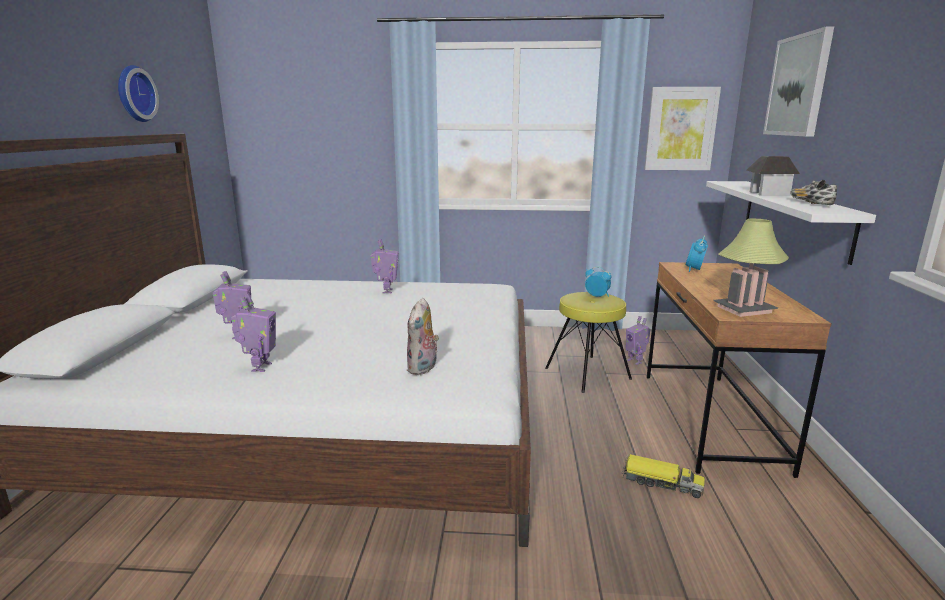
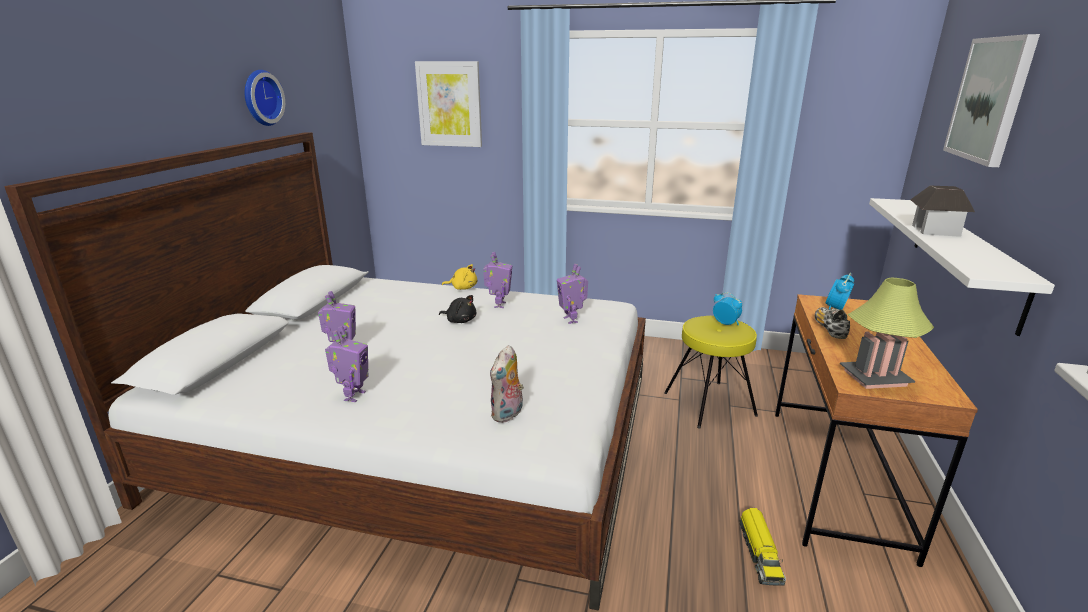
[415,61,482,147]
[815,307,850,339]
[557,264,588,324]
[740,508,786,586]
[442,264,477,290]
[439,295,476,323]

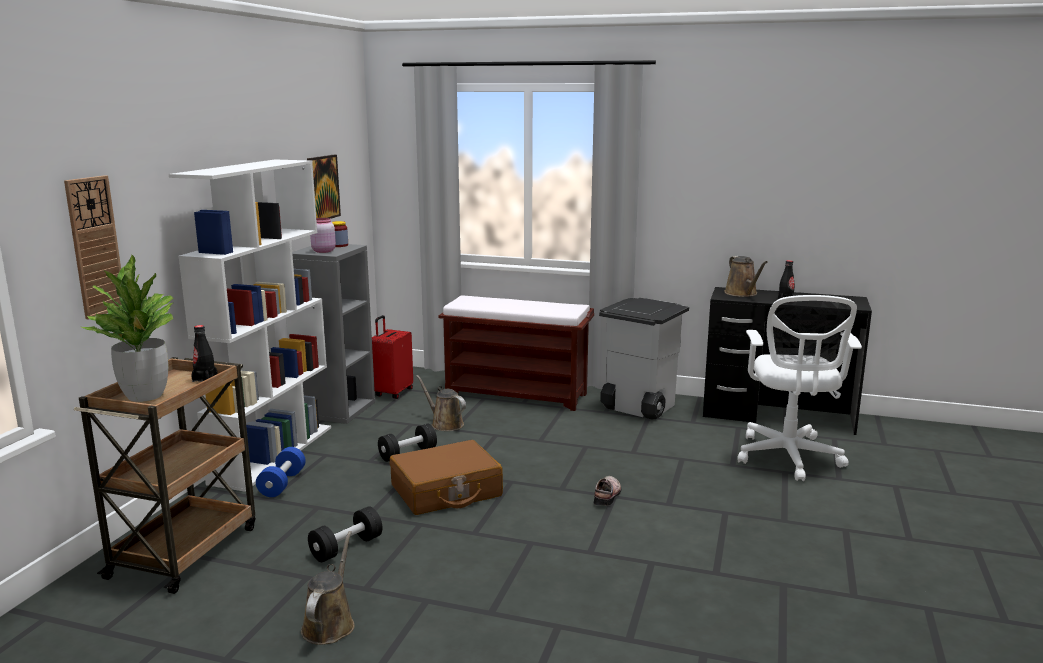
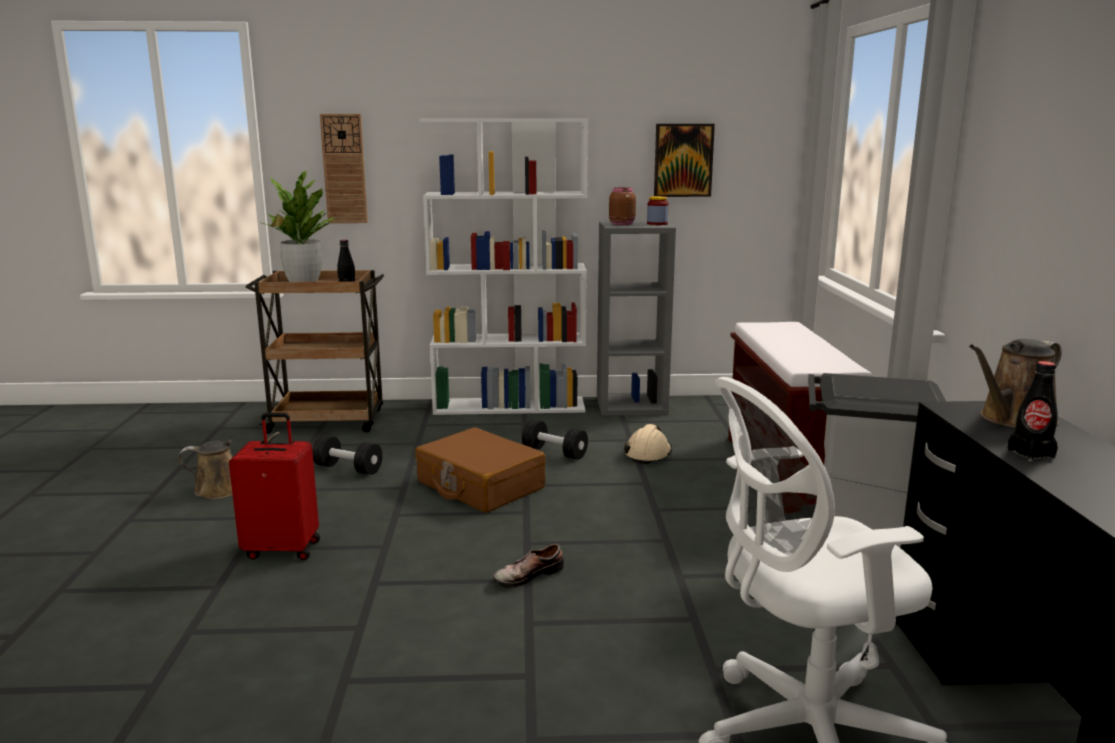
[609,187,636,225]
[229,413,320,560]
[624,424,672,464]
[256,447,306,497] (first image)
[493,544,564,588]

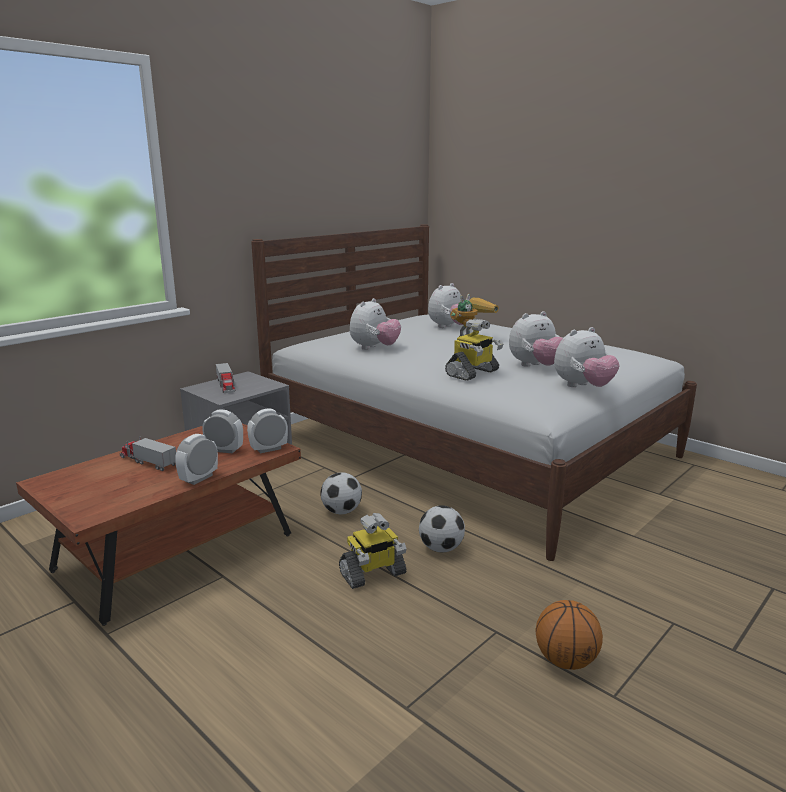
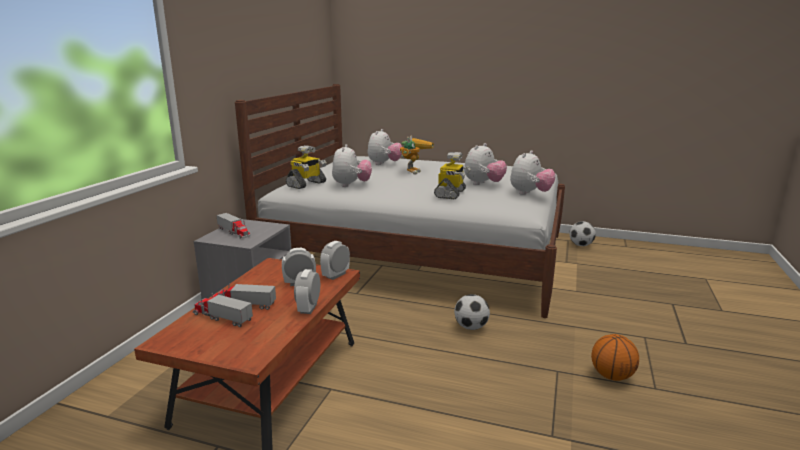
[569,221,596,246]
[286,145,327,189]
[193,293,253,327]

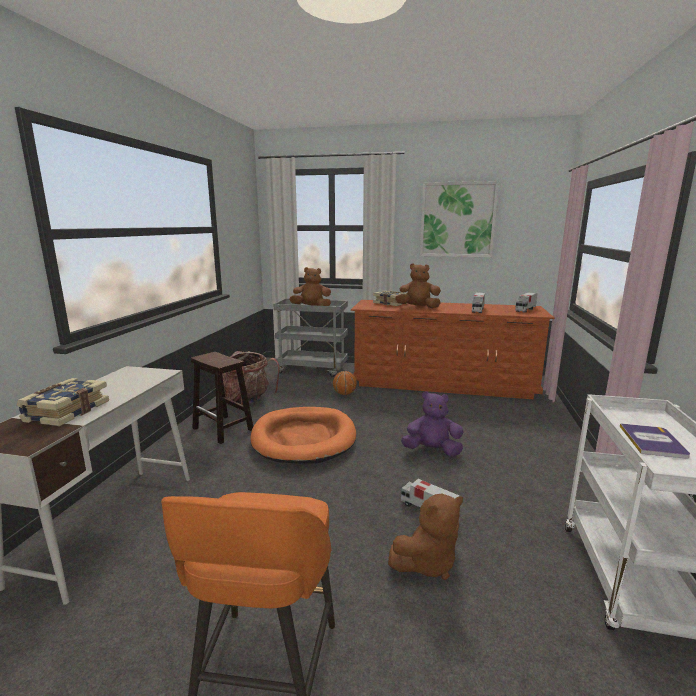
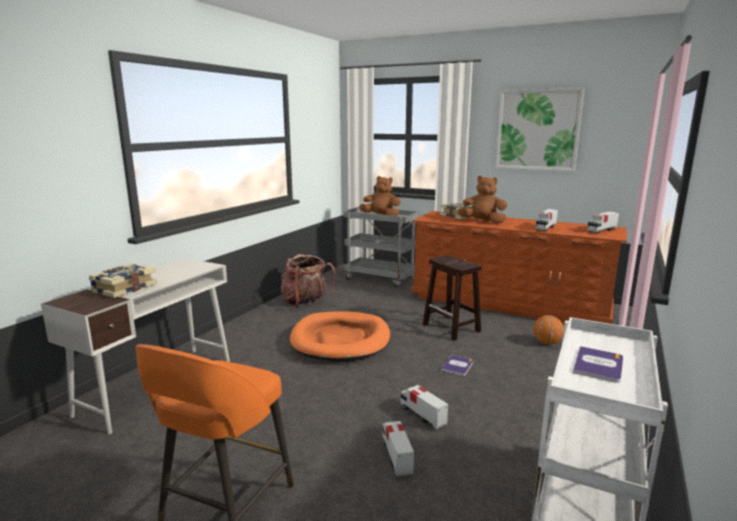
[423,255,482,341]
[533,315,564,345]
[441,355,473,376]
[382,421,414,477]

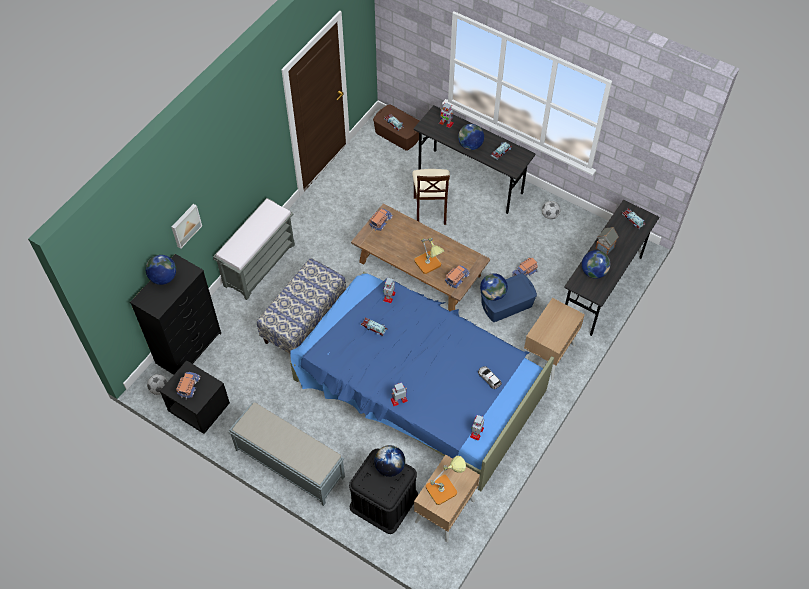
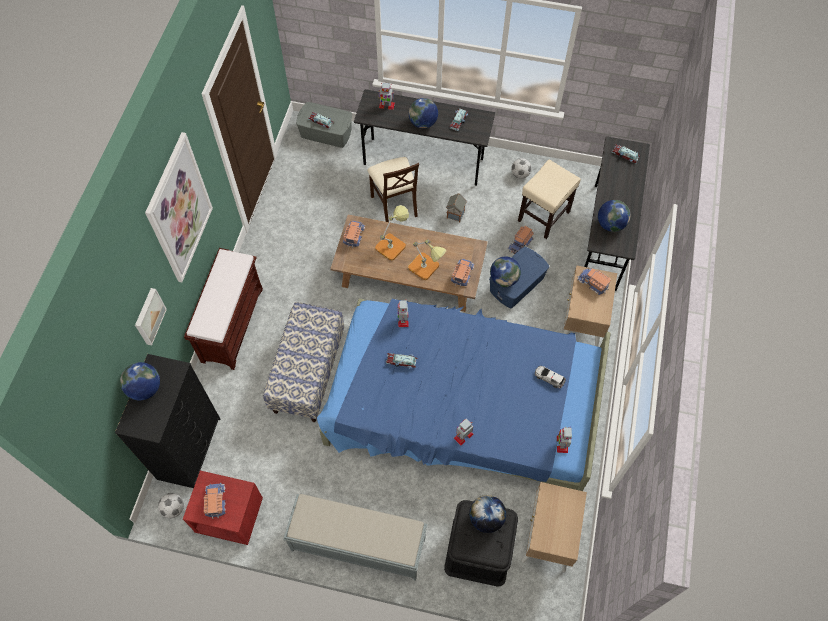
[296,102,352,148]
[184,248,263,370]
[446,193,467,223]
[183,471,263,545]
[375,205,409,261]
[145,132,213,282]
[518,160,581,239]
[577,268,611,295]

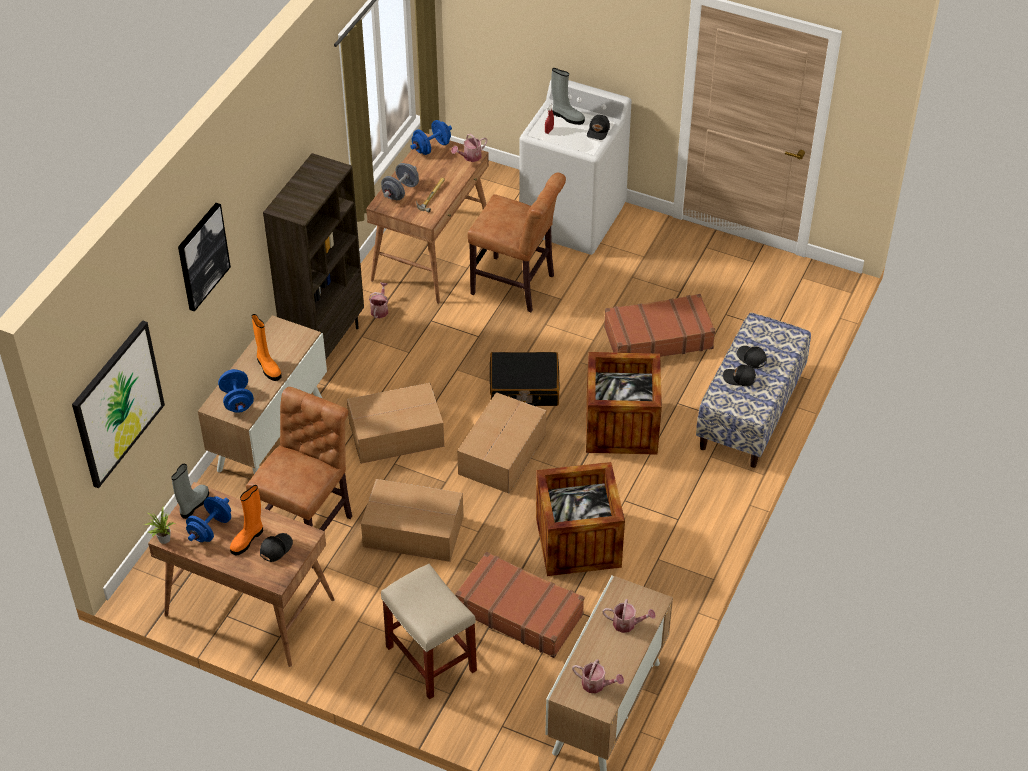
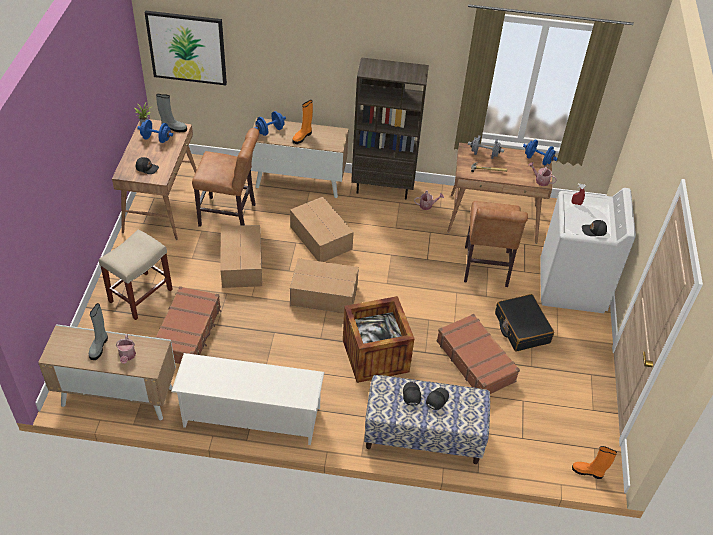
[89,303,108,360]
[178,203,231,312] (first image)
[495,294,554,352]
[536,462,625,576] (first image)
[572,446,617,479]
[572,659,624,693] (first image)
[171,353,324,445]

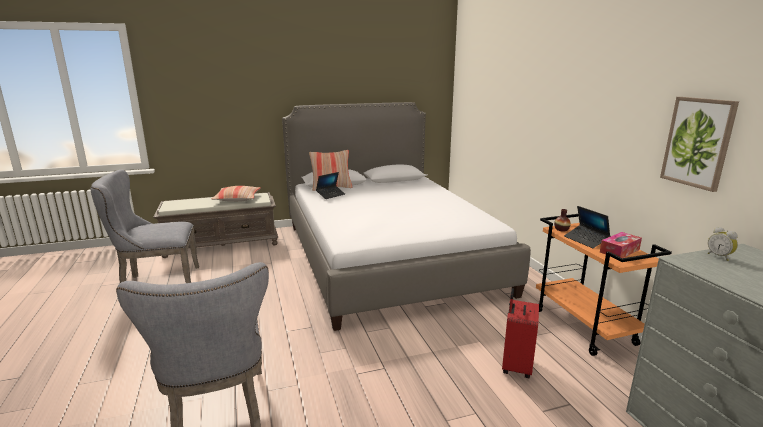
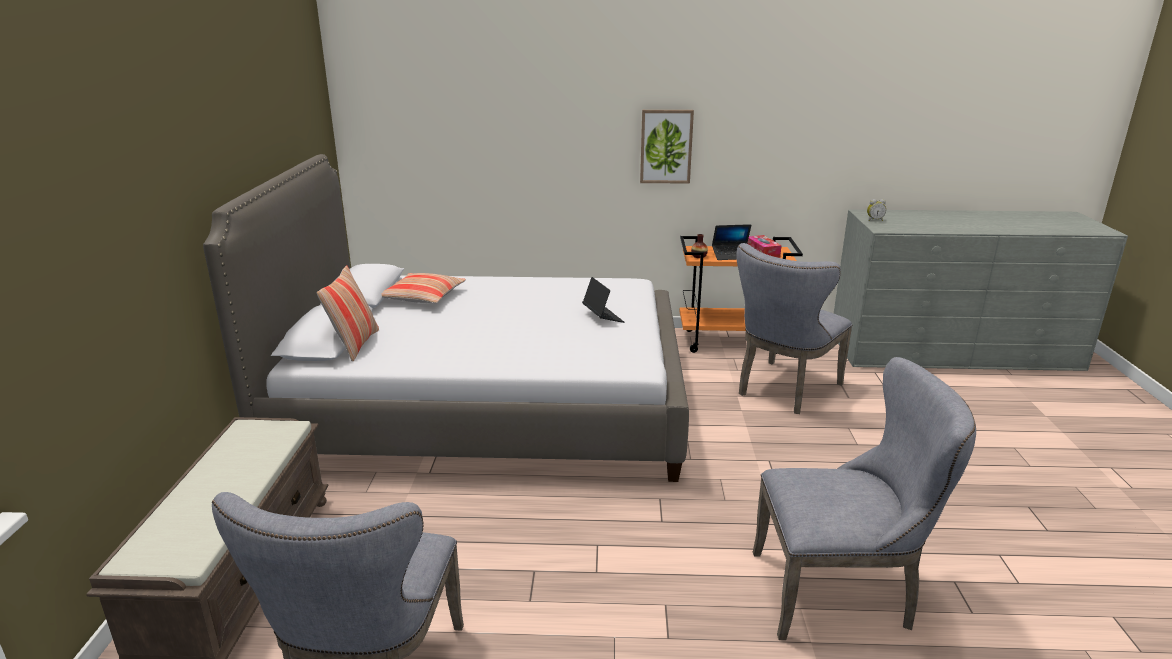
[640,110,694,184]
[582,277,624,323]
[381,273,466,303]
[736,243,853,414]

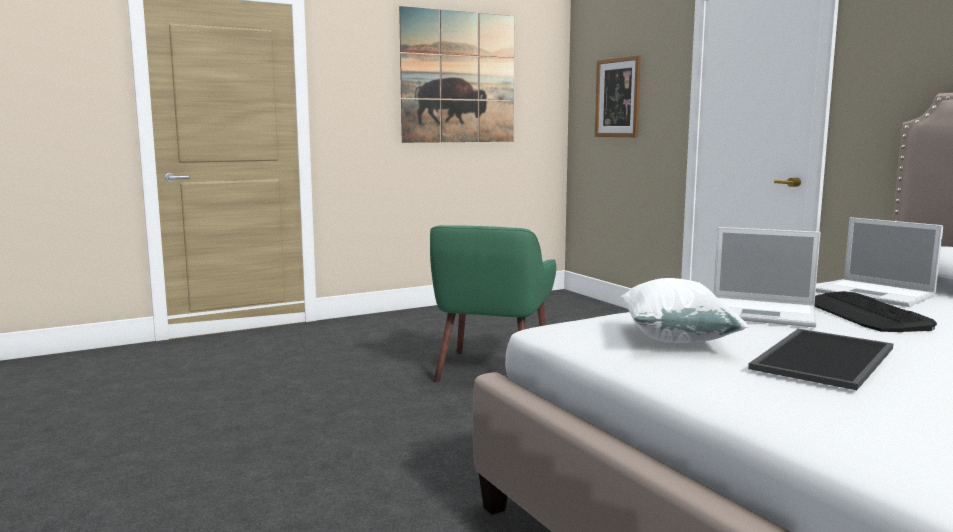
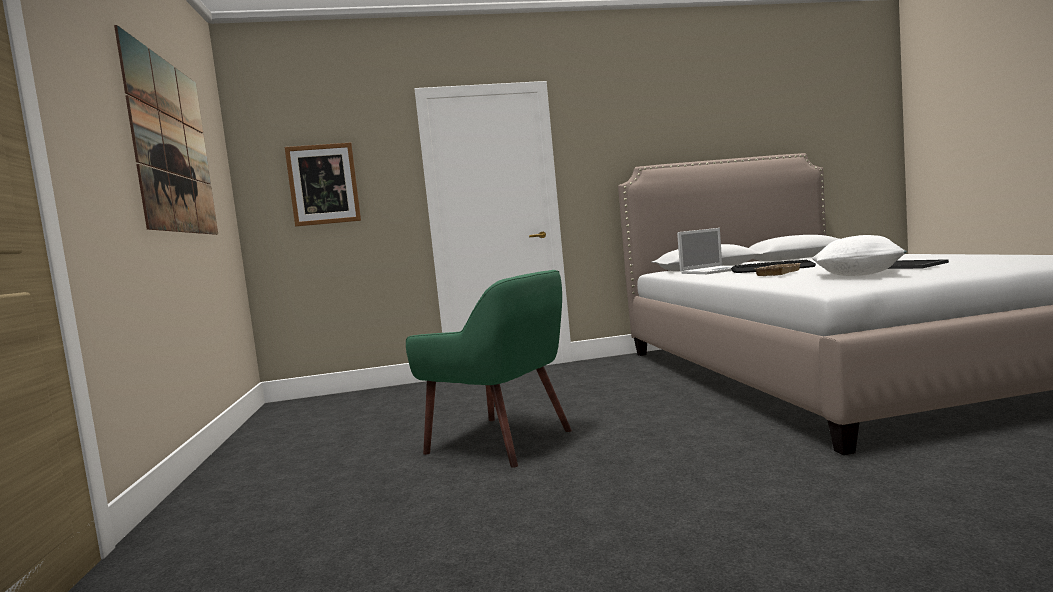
[755,263,801,276]

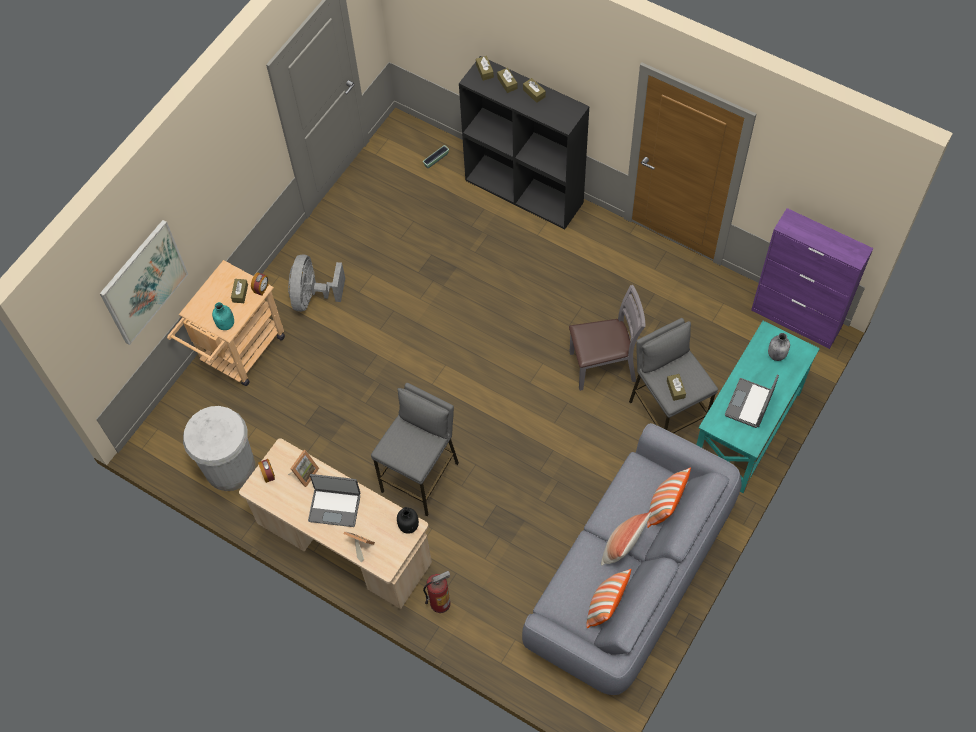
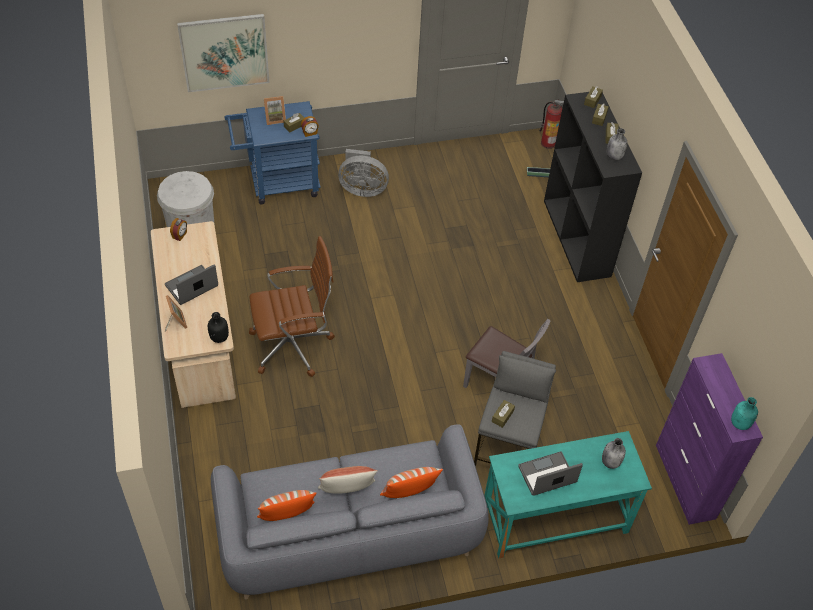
[338,149,389,197]
[224,101,321,204]
[731,397,758,430]
[249,236,335,377]
[264,96,286,125]
[165,264,218,305]
[540,99,564,149]
[607,128,627,160]

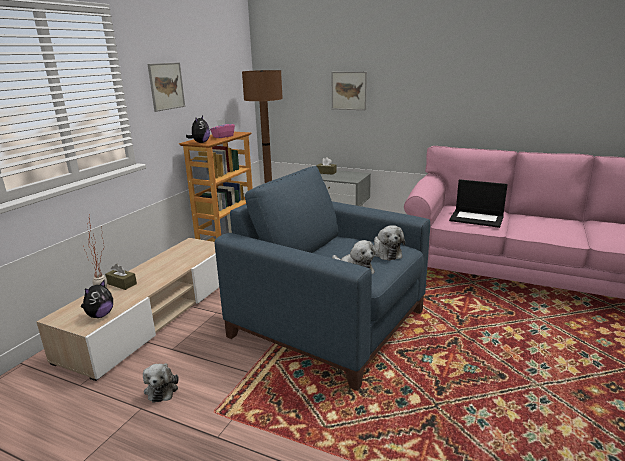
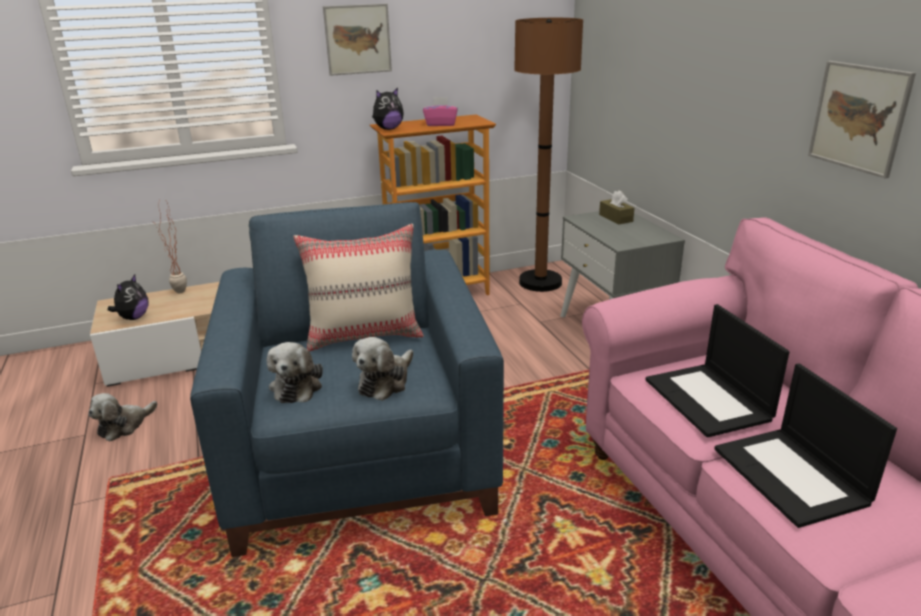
[808,61,916,179]
[105,264,137,290] (first image)
[108,274,148,320]
[293,224,424,352]
[714,363,897,528]

